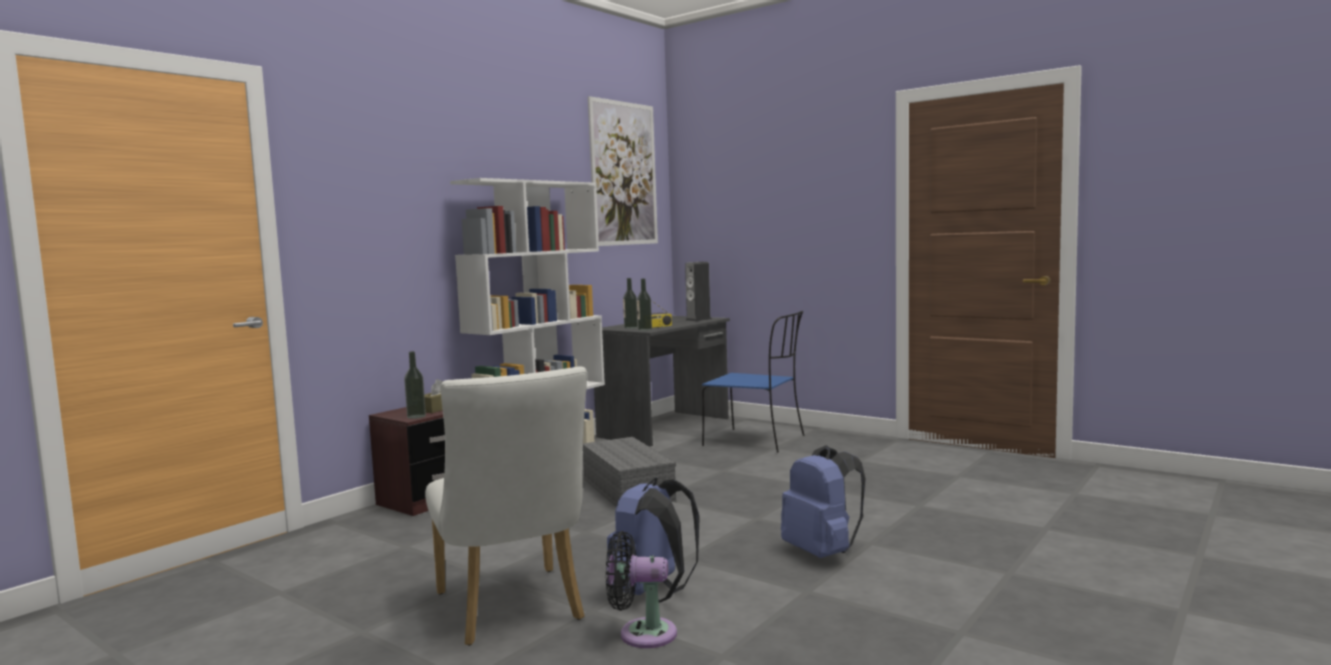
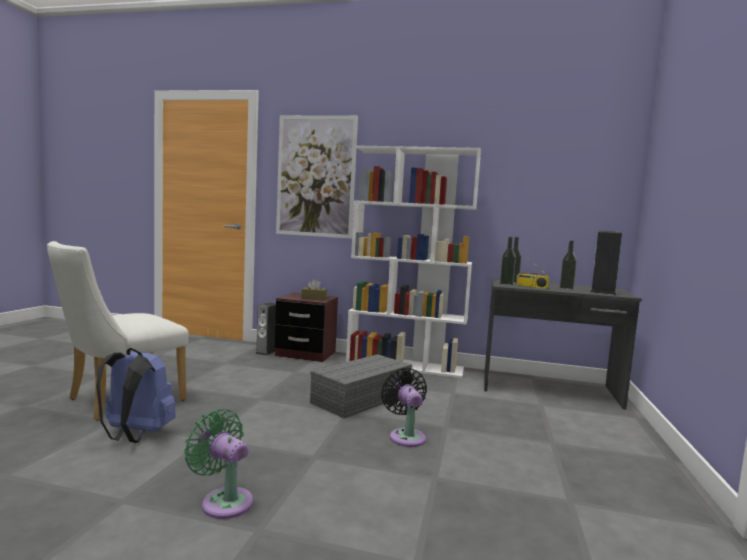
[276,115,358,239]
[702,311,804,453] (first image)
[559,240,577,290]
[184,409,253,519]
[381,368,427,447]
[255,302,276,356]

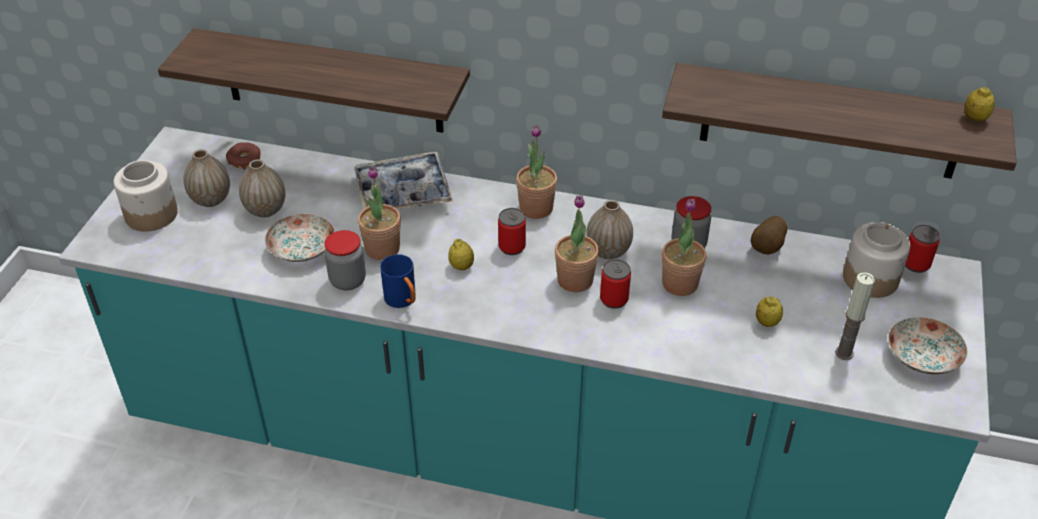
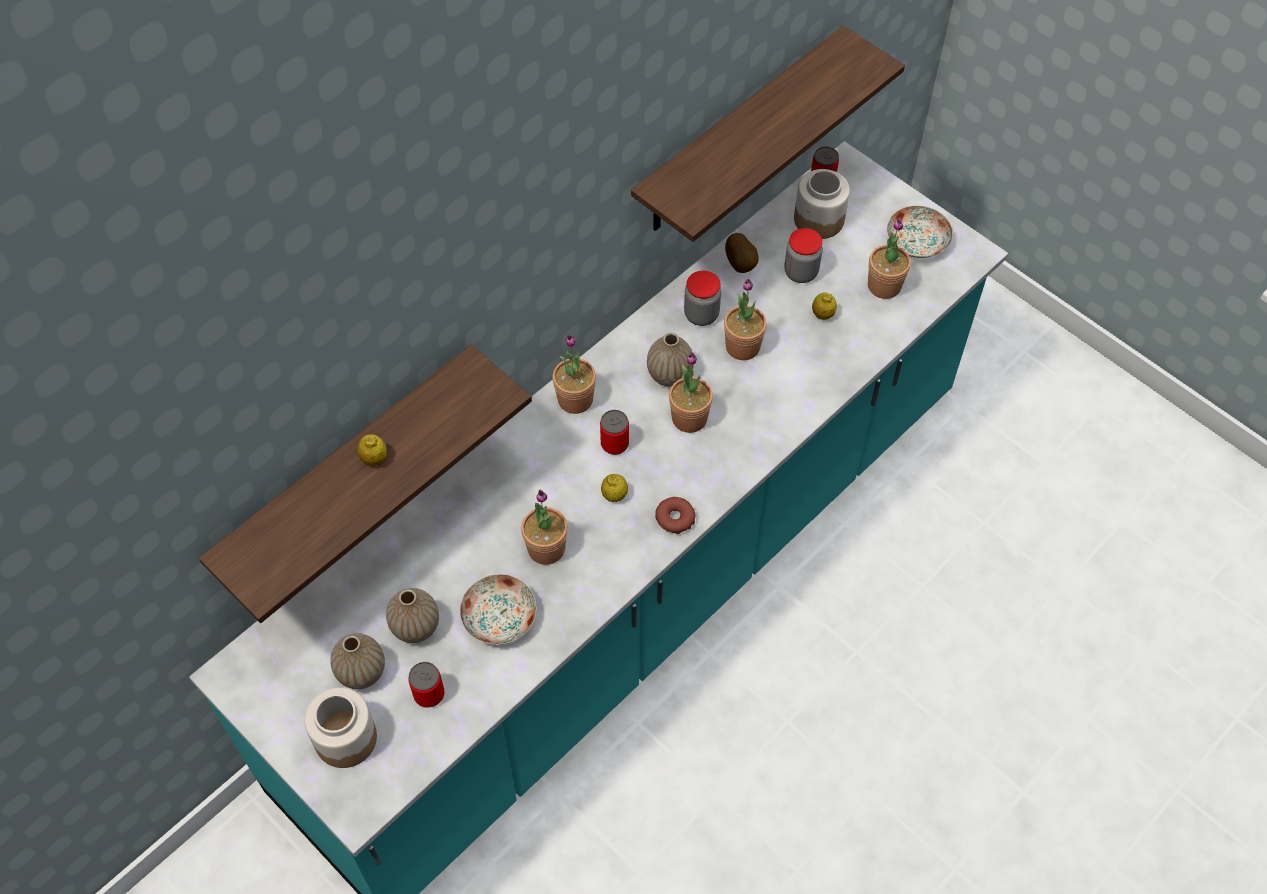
[357,435,387,466]
[655,497,696,534]
[354,152,453,209] (first image)
[784,228,823,283]
[380,254,415,308] (first image)
[408,662,445,708]
[868,218,911,299]

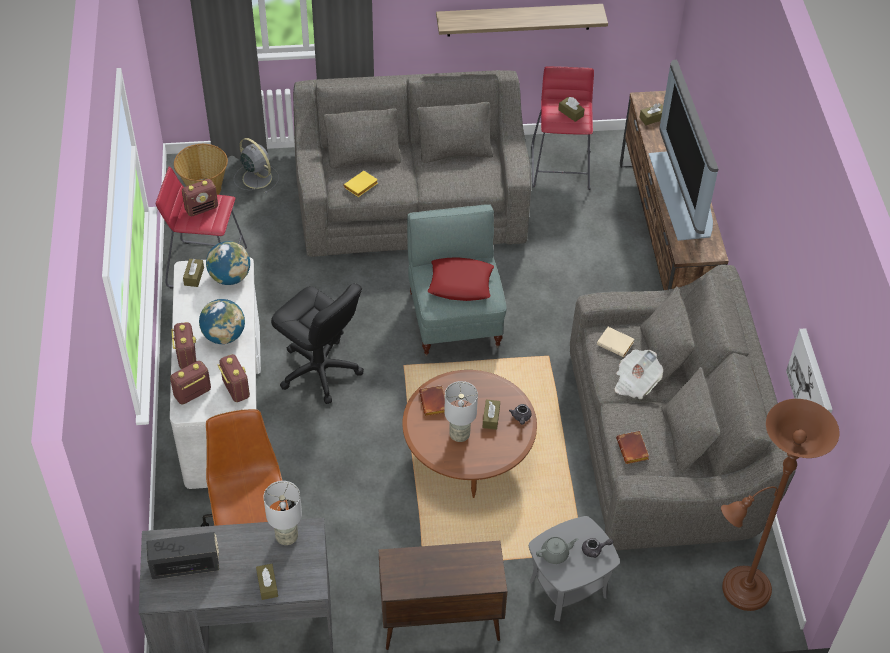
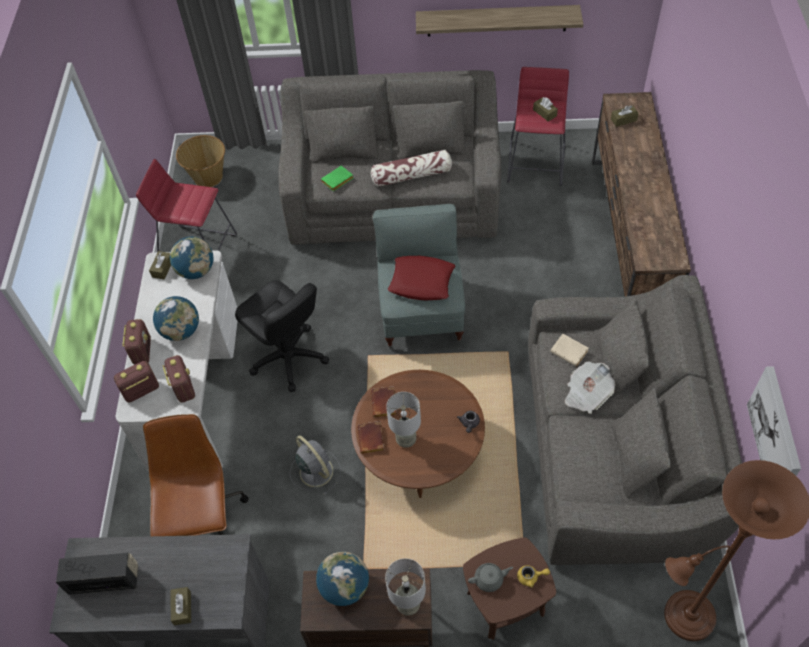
[648,60,718,241] (first image)
[290,435,341,495]
[321,166,353,192]
[182,179,218,217] (first image)
[482,399,500,430] (first image)
[358,421,385,454]
[385,558,426,616]
[463,537,556,640]
[517,565,550,588]
[371,149,452,187]
[316,552,369,606]

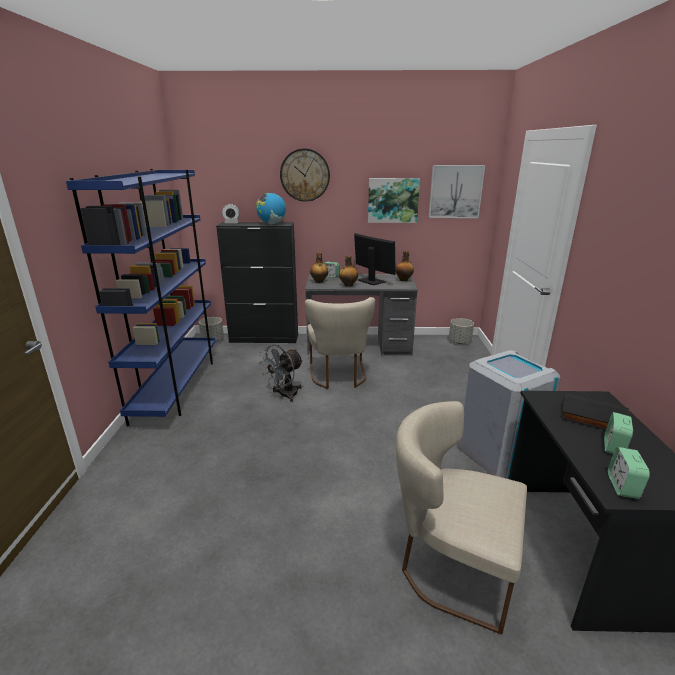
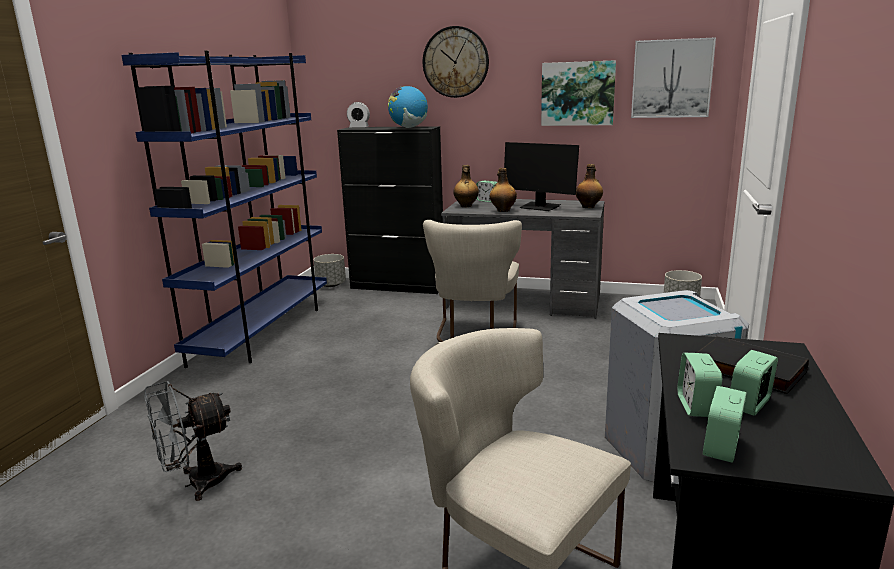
[504,142,579,211]
[144,381,242,501]
[677,353,722,417]

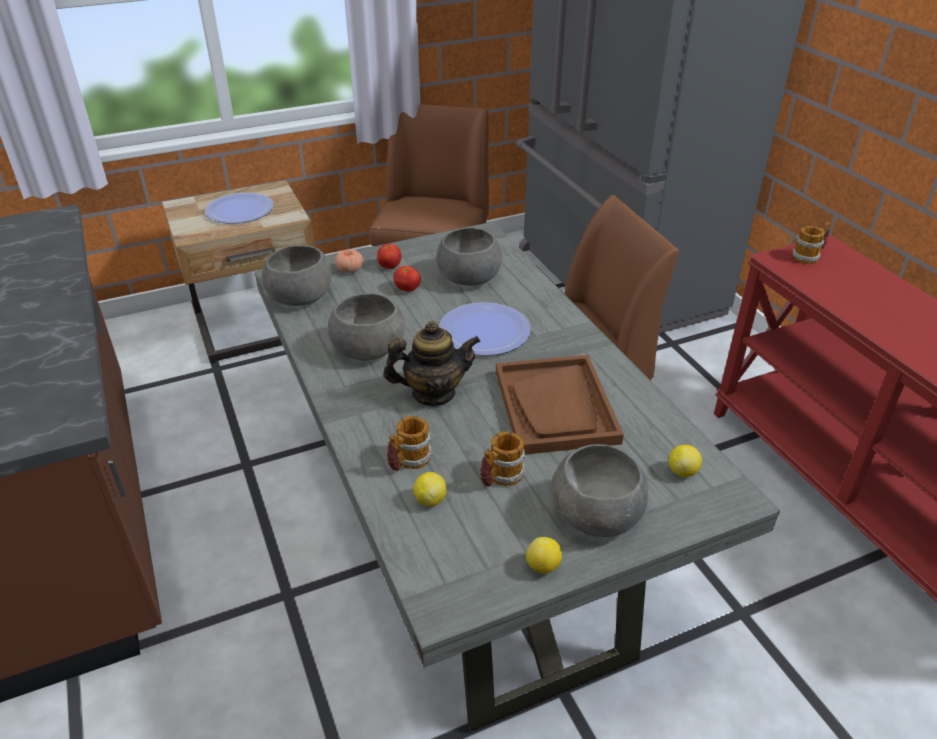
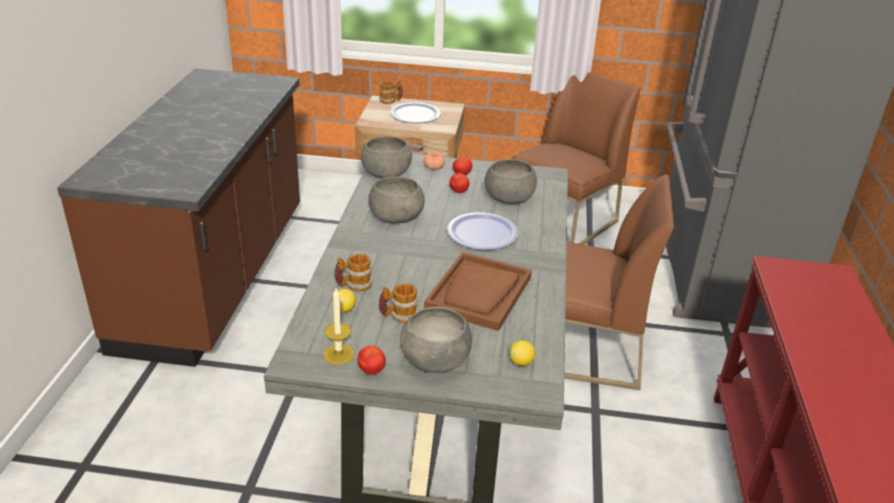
[379,81,403,104]
[383,321,480,406] (first image)
[357,346,386,375]
[323,288,354,365]

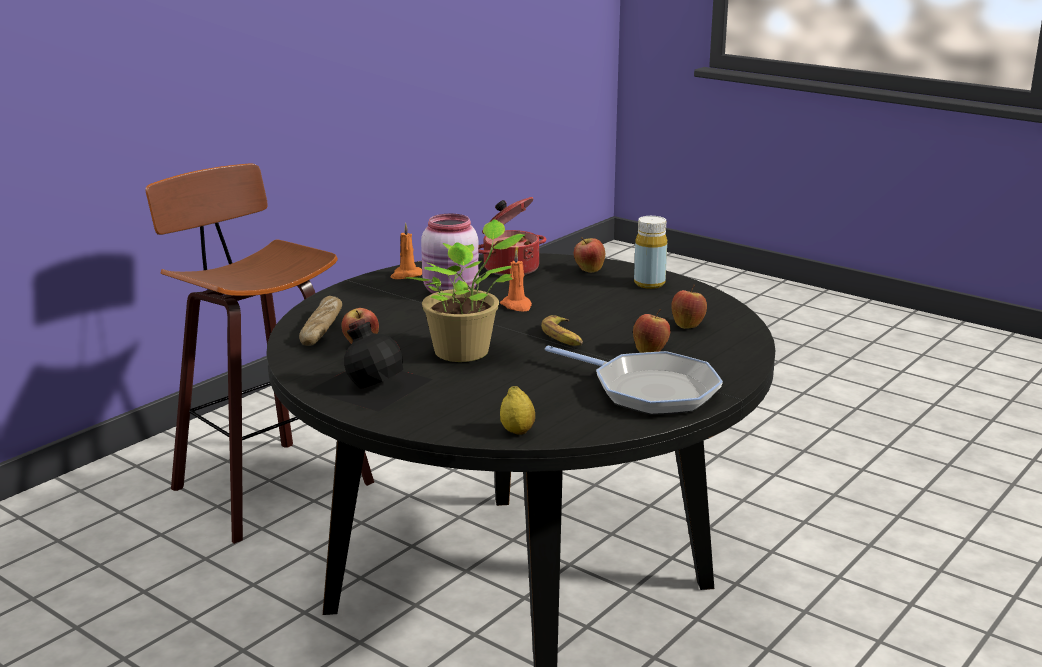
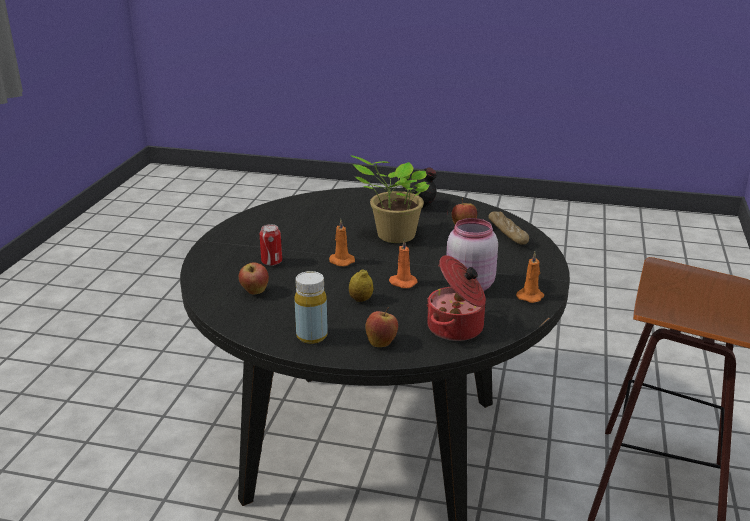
[260,224,282,266]
[329,219,355,266]
[545,346,723,415] (first image)
[349,269,373,302]

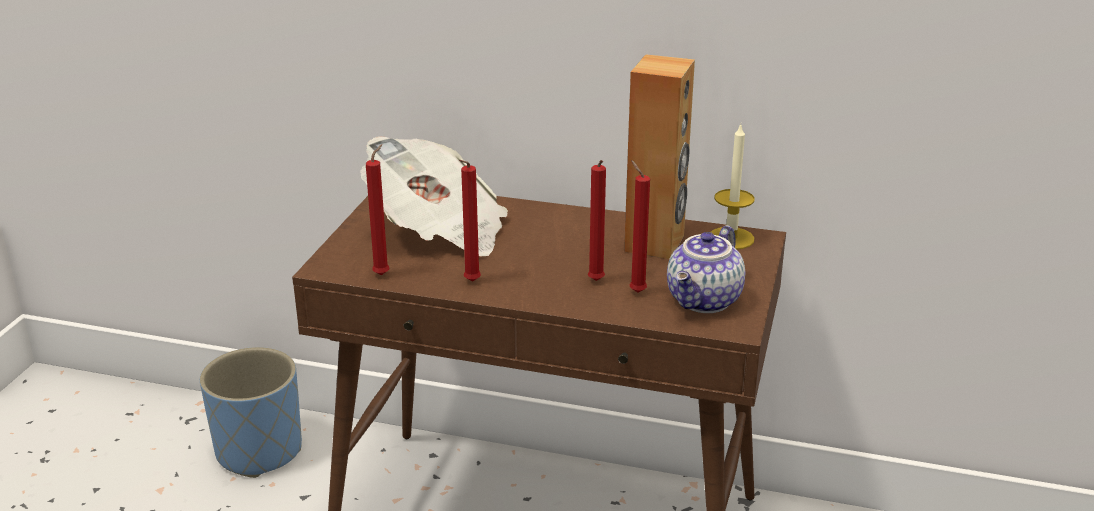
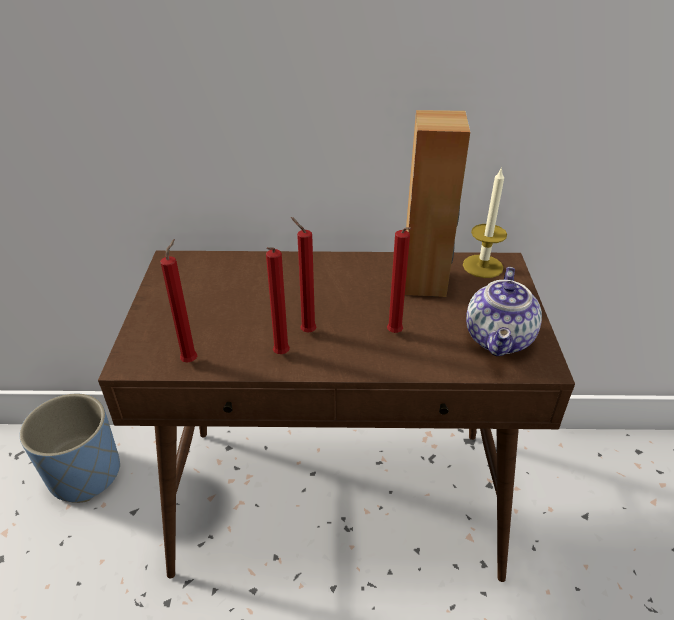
[360,136,508,256] (first image)
[291,217,317,333]

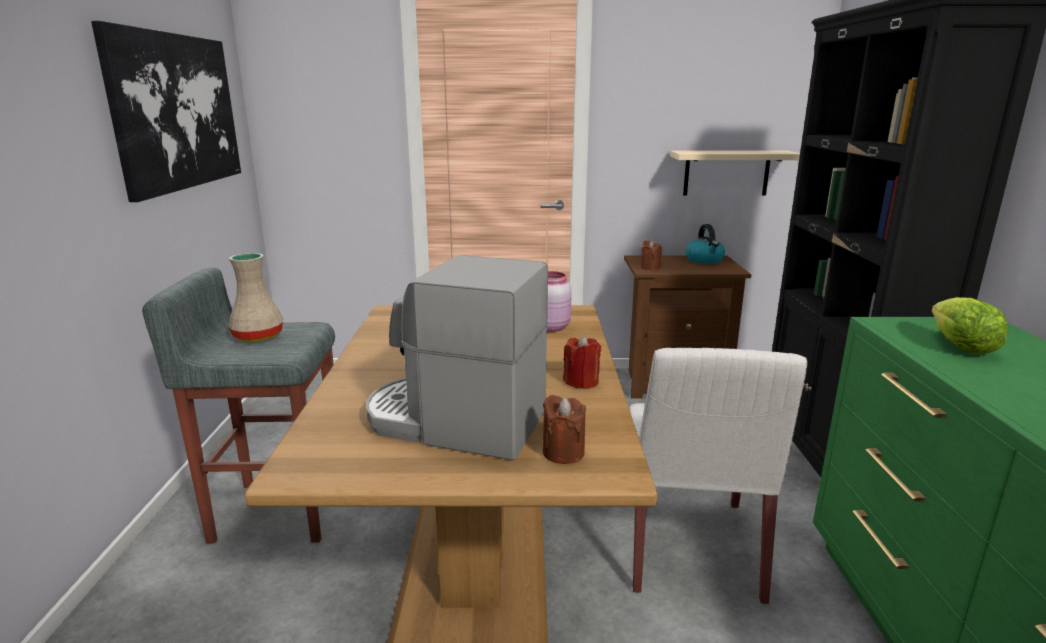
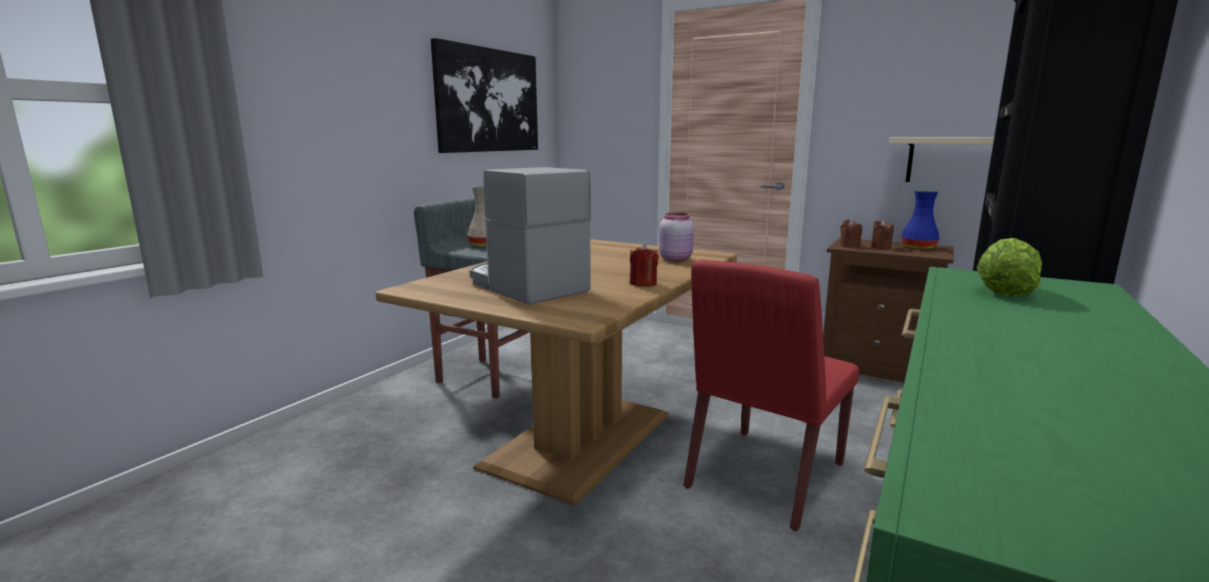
[901,190,940,249]
[683,260,859,531]
[871,220,894,249]

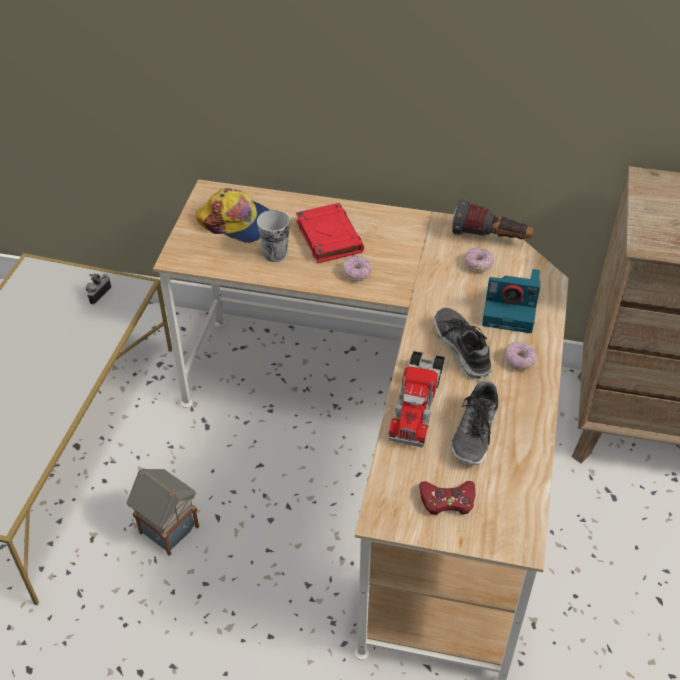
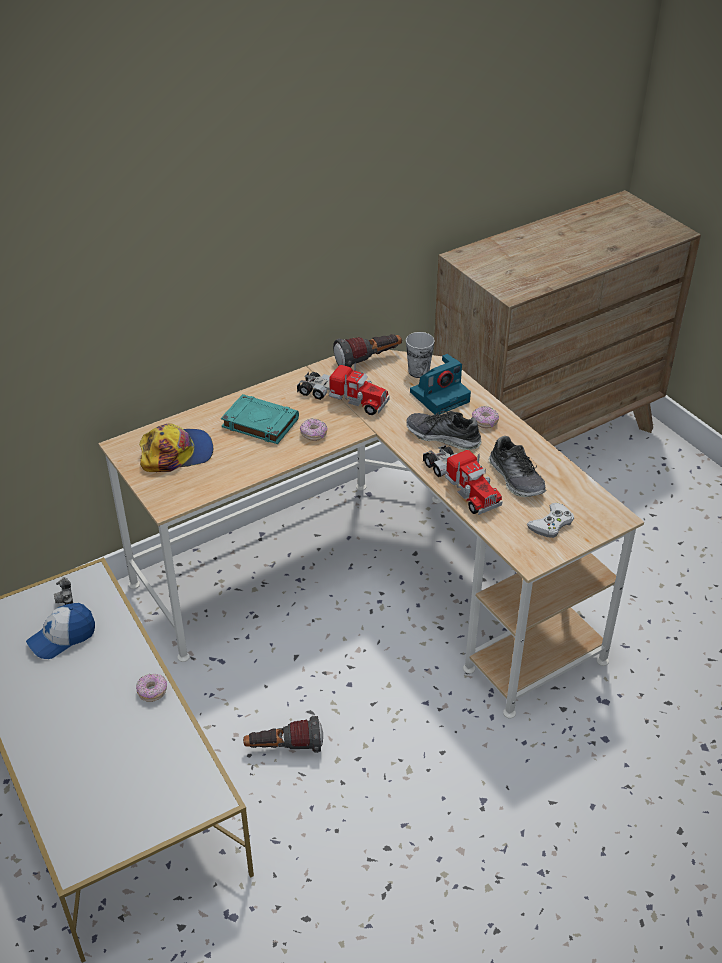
[221,394,299,444]
[406,332,435,378]
[136,674,167,702]
[243,716,323,753]
[527,503,574,538]
[297,363,390,415]
[26,603,95,659]

